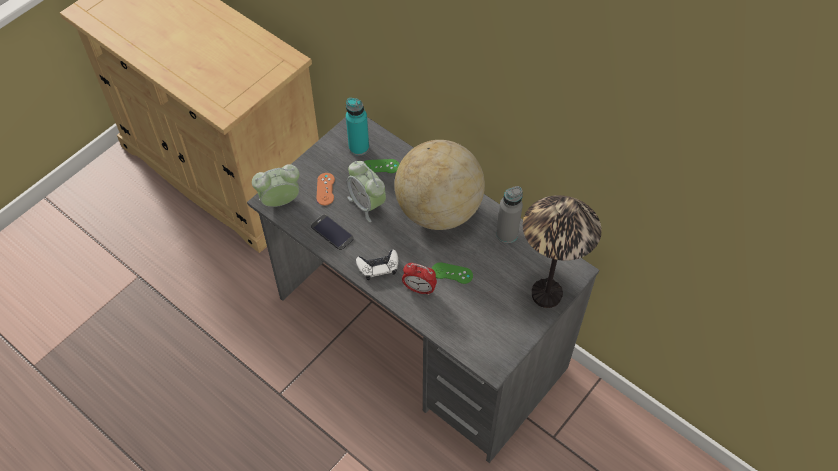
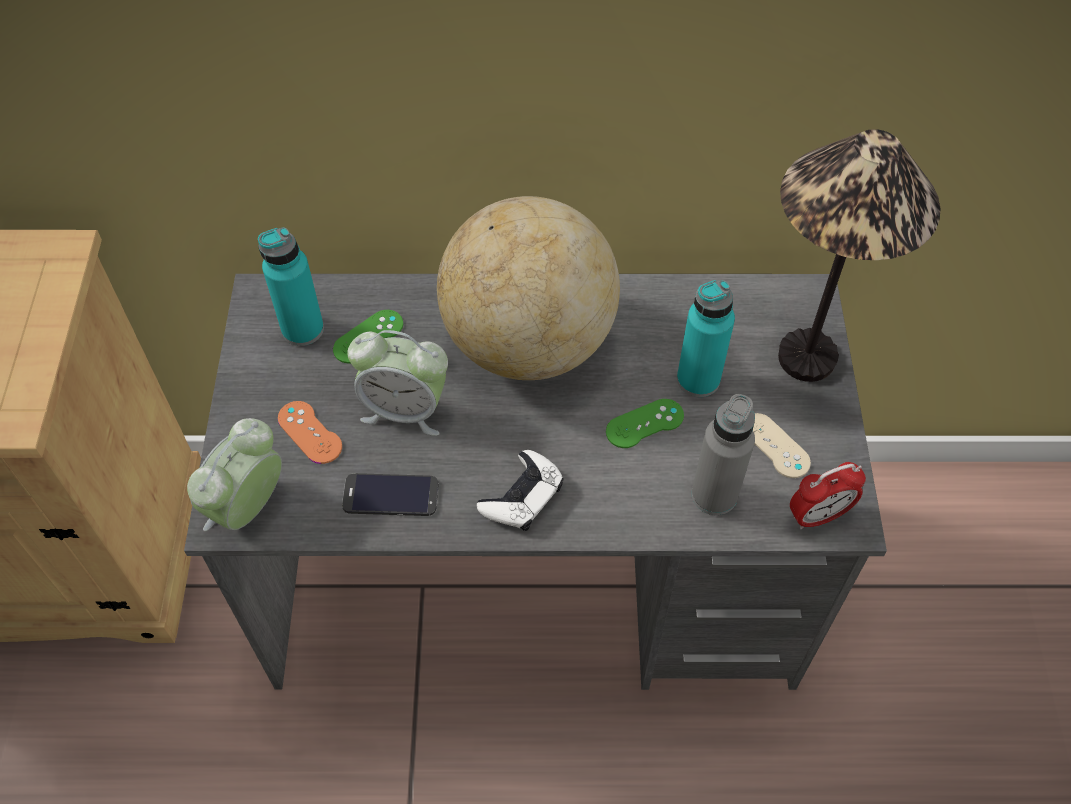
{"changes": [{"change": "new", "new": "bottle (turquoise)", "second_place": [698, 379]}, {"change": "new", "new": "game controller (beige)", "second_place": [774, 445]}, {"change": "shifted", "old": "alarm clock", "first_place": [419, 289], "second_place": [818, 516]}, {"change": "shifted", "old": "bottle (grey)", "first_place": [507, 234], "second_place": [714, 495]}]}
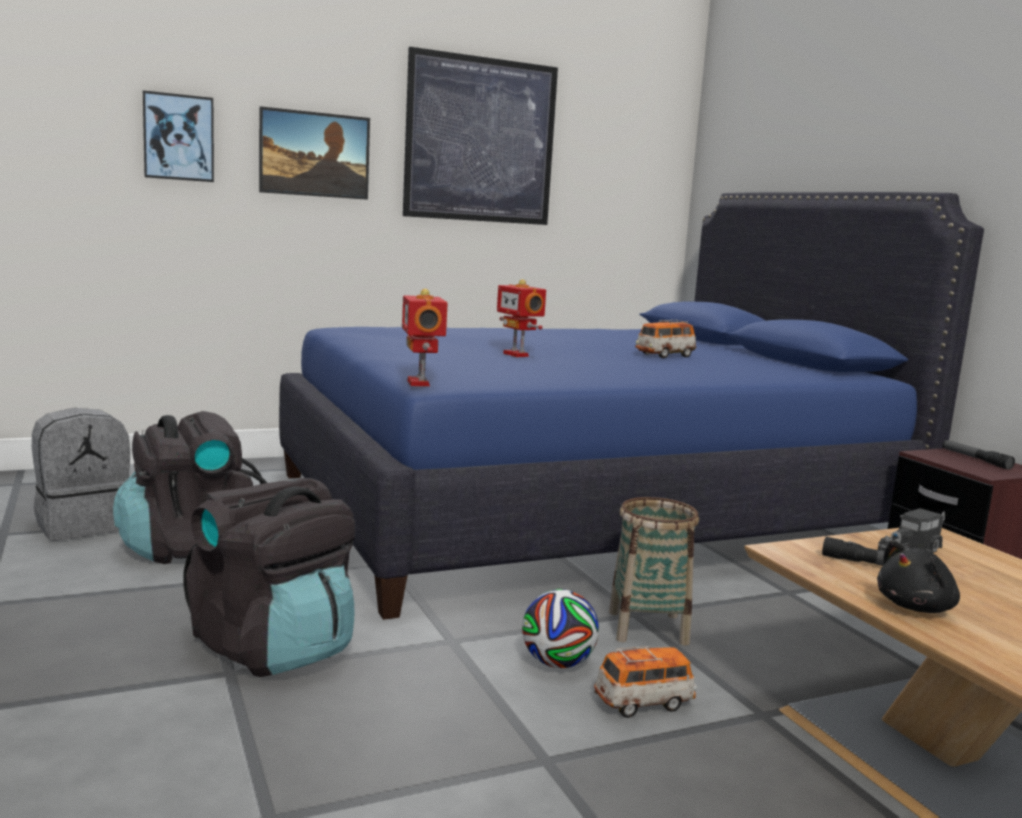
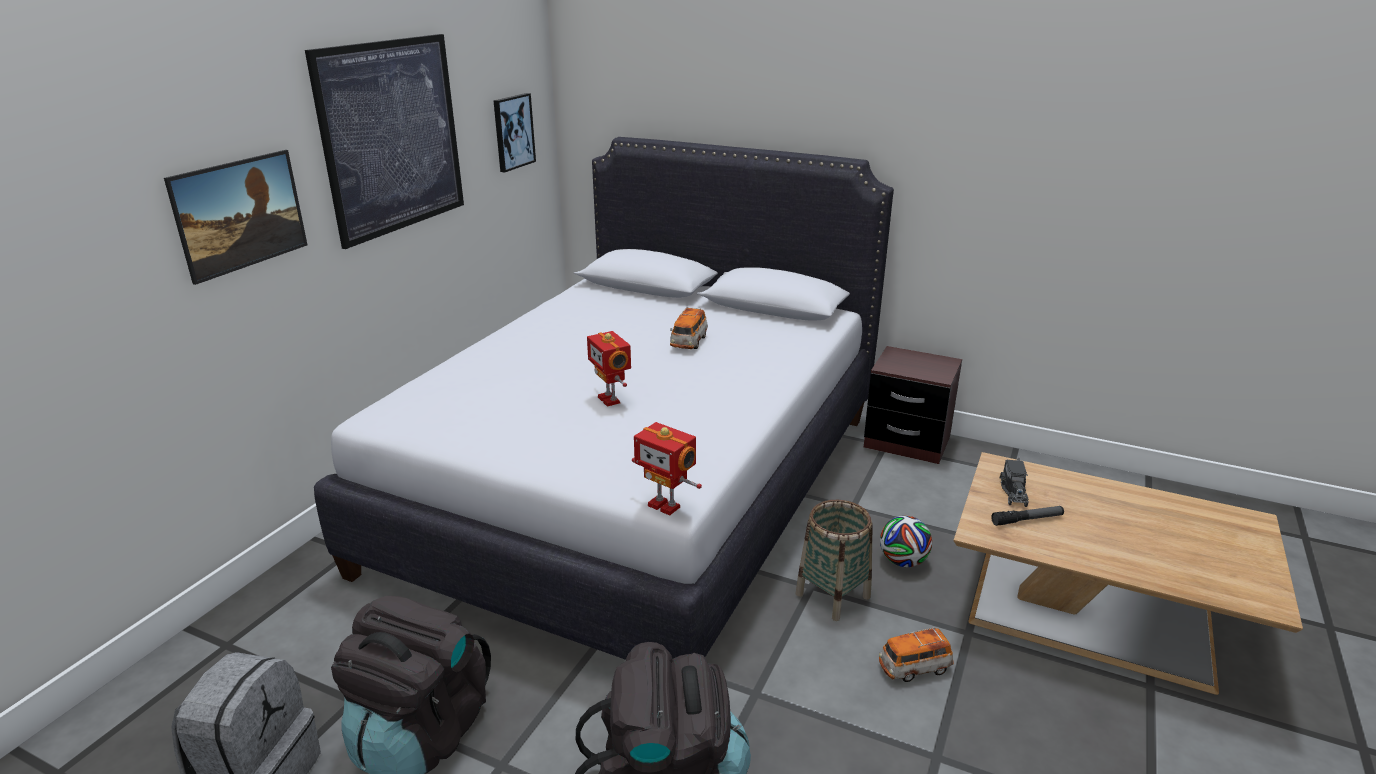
{"changes": [{"change": "gone", "old": "plush toy (black)", "first_place": [917, 607]}, {"change": "gone", "old": "flashlight", "first_place": [975, 459]}, {"change": "shifted", "old": "picture", "first_place": [178, 137], "second_place": [513, 132]}, {"change": "shifted", "old": "football", "first_place": [557, 663], "second_place": [903, 561]}, {"change": "repainted", "old": "bed (blue)", "new": "bed (white)", "first_place": [583, 510], "second_place": [638, 487]}, {"change": "rotated", "old": "toy robot", "first_place": [517, 355], "second_place": [610, 399], "degrees": 45}, {"change": "rotated", "old": "toy car", "first_place": [644, 703], "second_place": [914, 668], "degrees": -135}]}
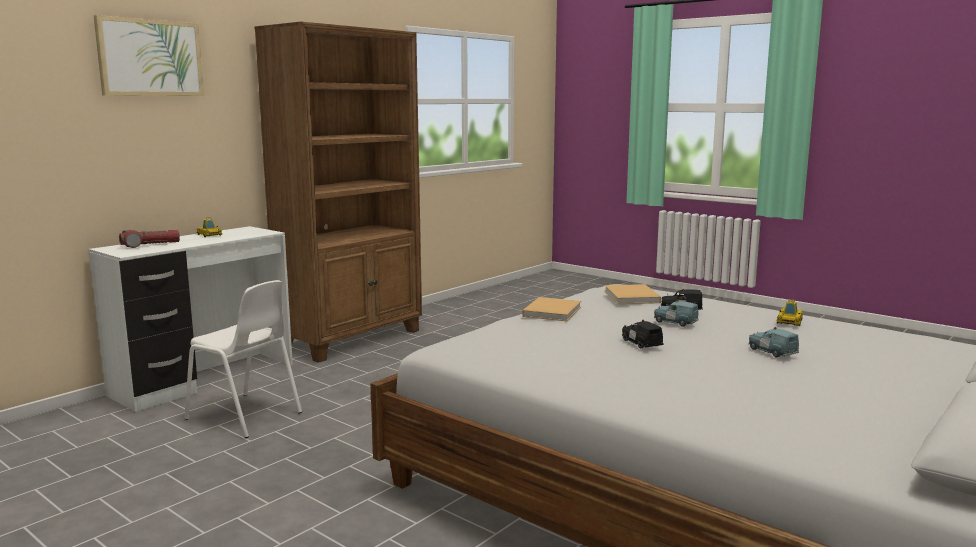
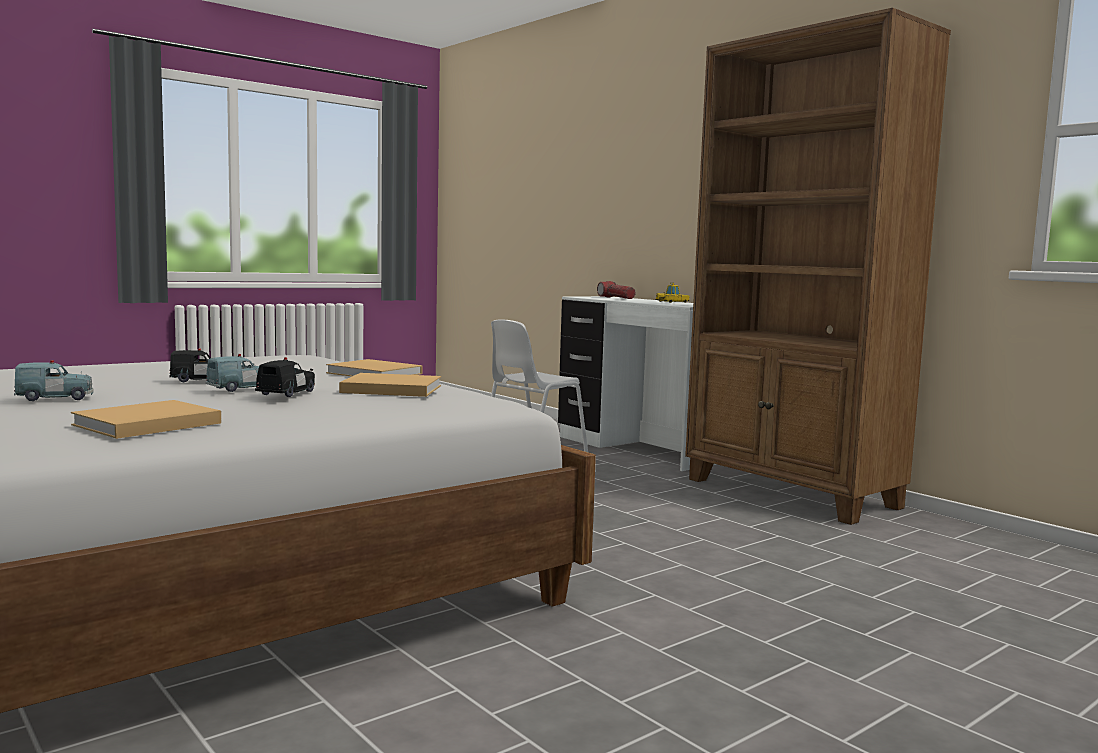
{"changes": [{"change": "gone", "old": "picture", "first_place": [150, 58]}, {"change": "swapped", "old": "toy car", "new": "book (beige)", "first_place": [789, 321], "second_place": [143, 424]}]}
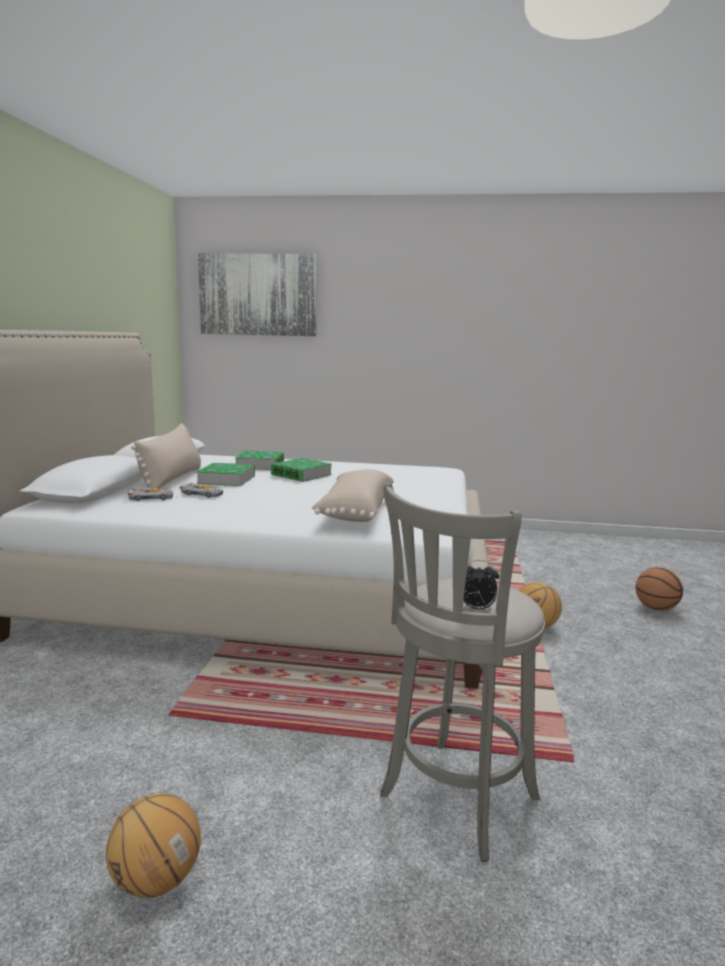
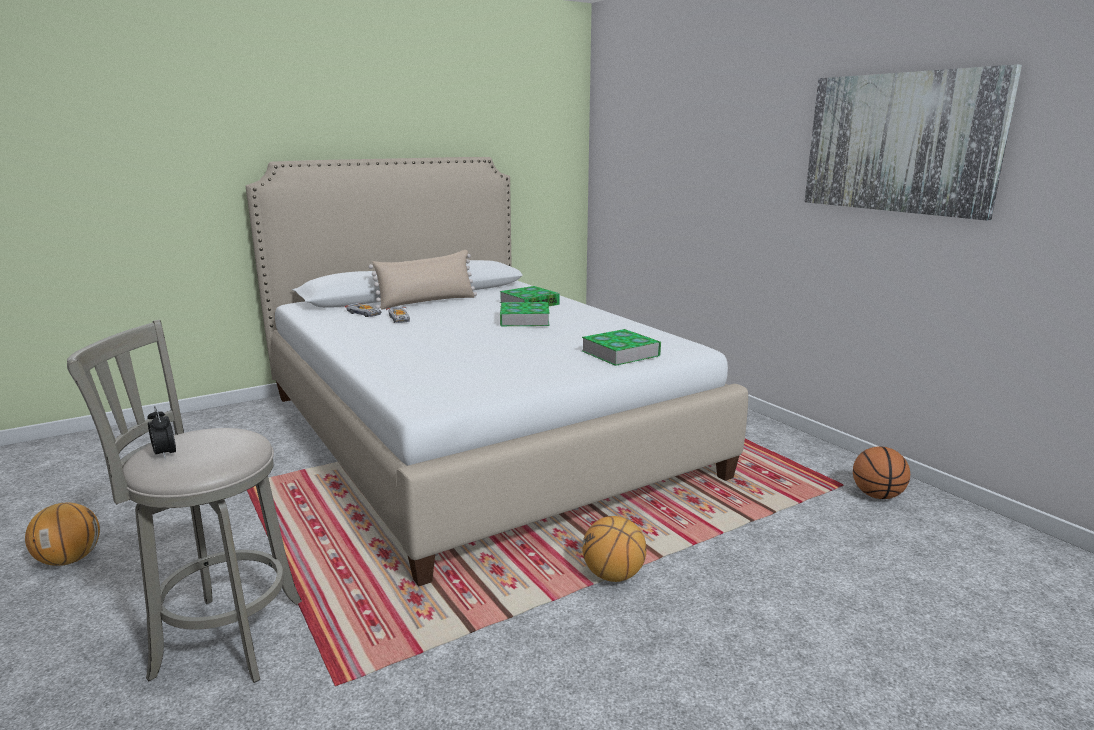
{"changes": [{"change": "gone", "old": "pillow (beige)", "first_place": [354, 511]}, {"change": "shifted", "old": "book", "first_place": [226, 479], "second_place": [620, 353]}, {"change": "shifted", "old": "picture", "first_place": [258, 295], "second_place": [900, 143]}, {"change": "shifted", "old": "basketball", "first_place": [656, 608], "second_place": [877, 496]}]}
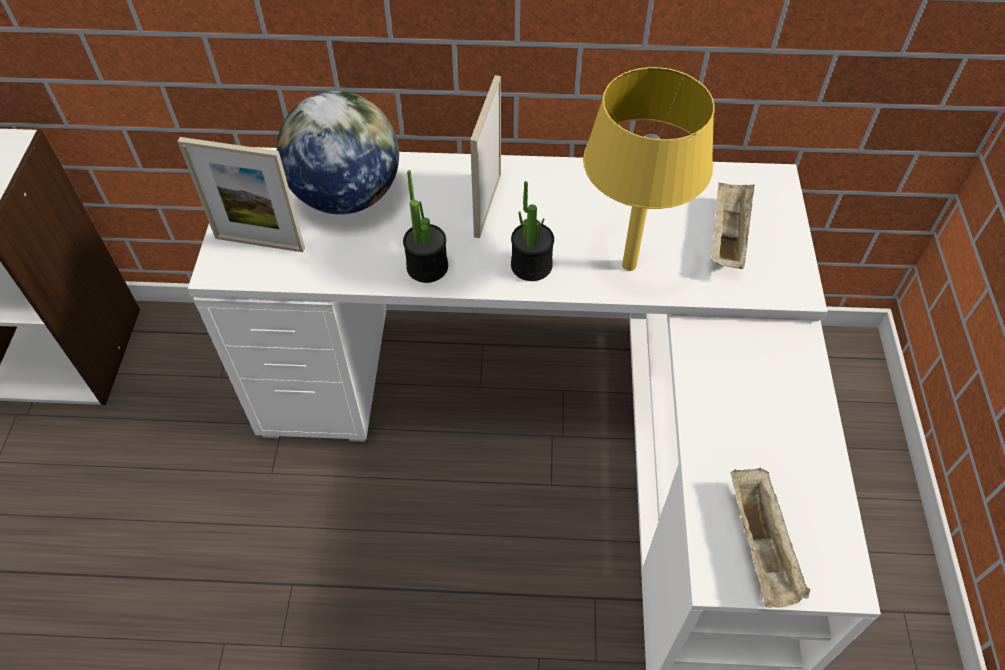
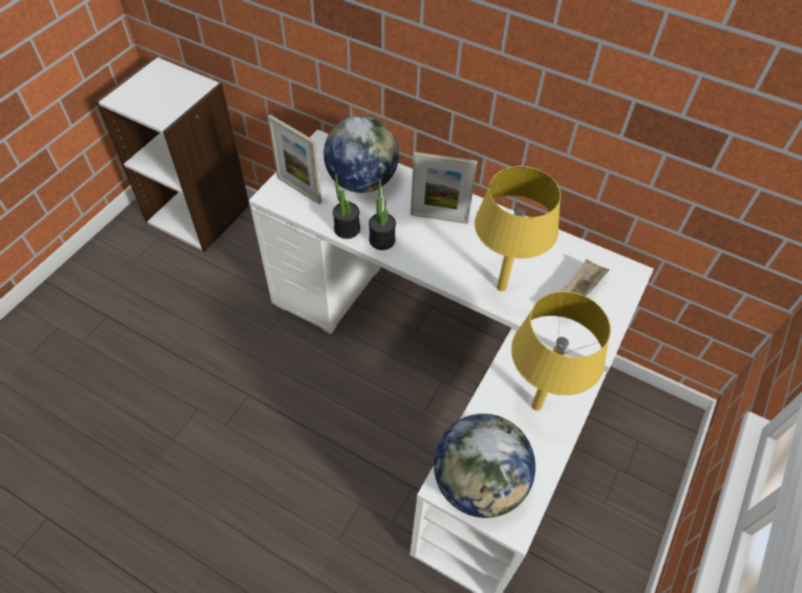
{"changes": [{"change": "new", "new": "table lamp (yellow)", "second_place": [536, 406]}, {"change": "shifted", "old": "potted plant", "first_place": [531, 265], "second_place": [347, 229]}, {"change": "swapped", "old": "tray (beige)", "new": "globe", "first_place": [762, 547], "second_place": [478, 483]}, {"change": "rotated", "old": "picture frame", "first_place": [487, 205], "second_place": [439, 218], "degrees": -120}]}
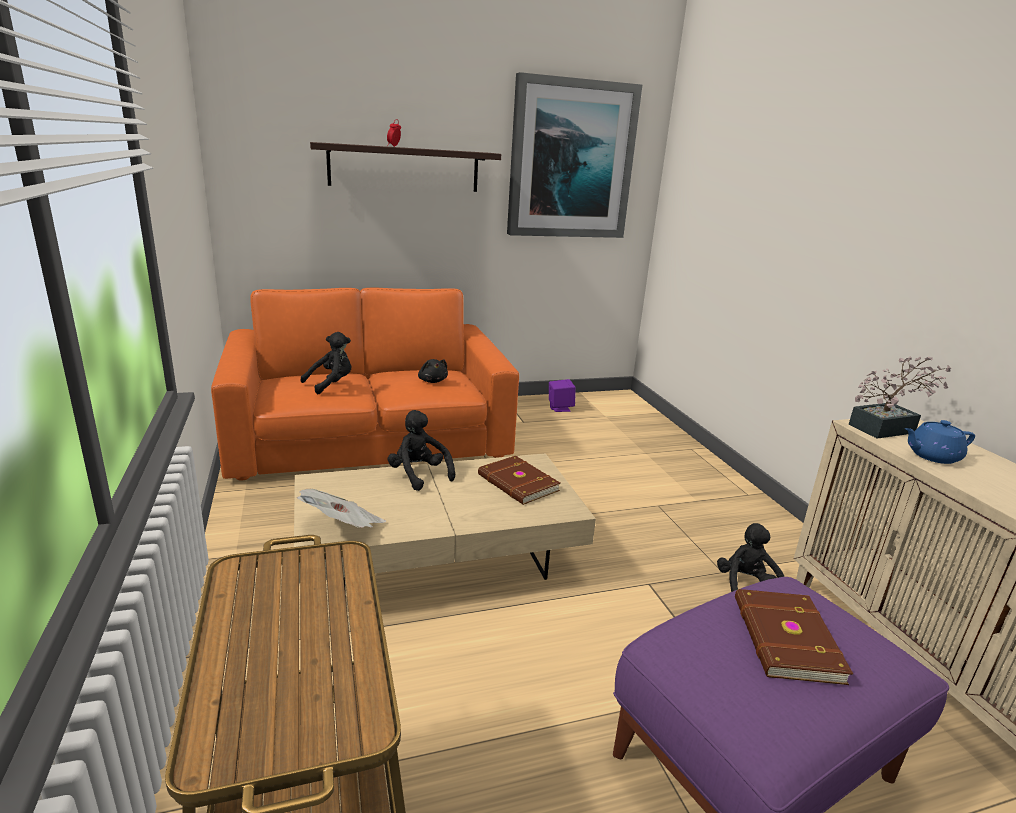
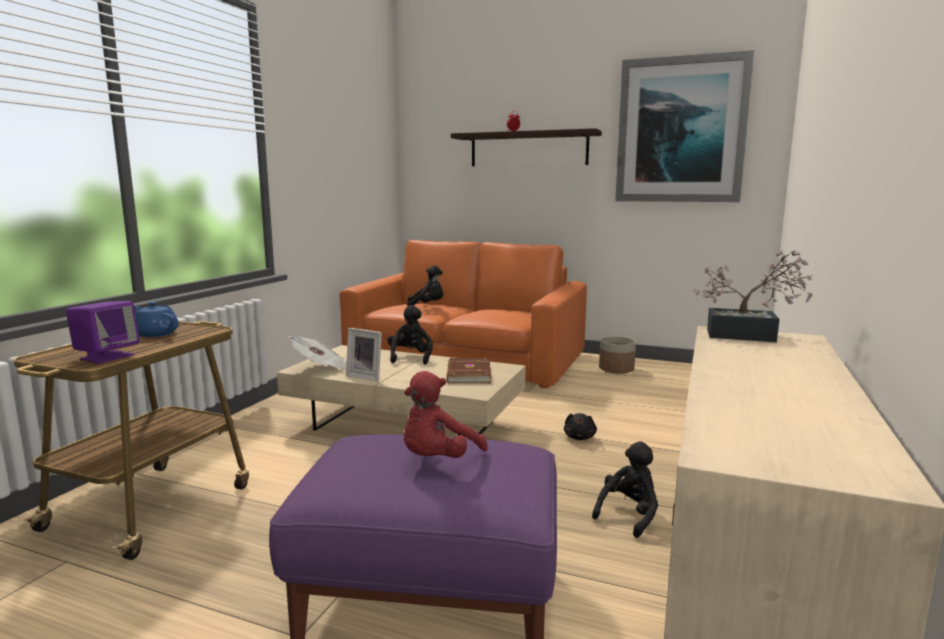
{"changes": [{"change": "new", "new": "picture frame", "second_place": [366, 376]}, {"change": "new", "new": "planter", "second_place": [616, 369]}, {"change": "shifted", "old": "plush toy (black)", "first_place": [432, 381], "second_place": [580, 437]}, {"change": "shifted", "old": "speaker (purple)", "first_place": [560, 408], "second_place": [107, 357]}, {"change": "shifted", "old": "teapot (blue)", "first_place": [932, 456], "second_place": [155, 334]}, {"change": "swapped", "old": "book (brown)", "new": "plush toy (red)", "first_place": [784, 639], "second_place": [438, 460]}]}
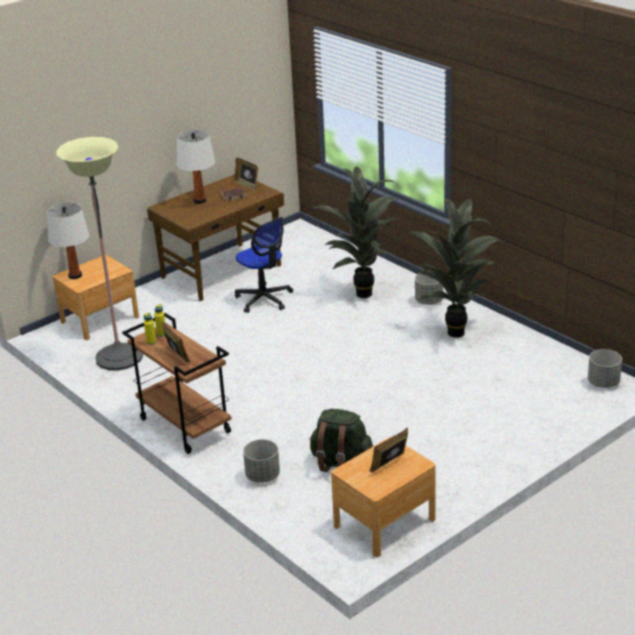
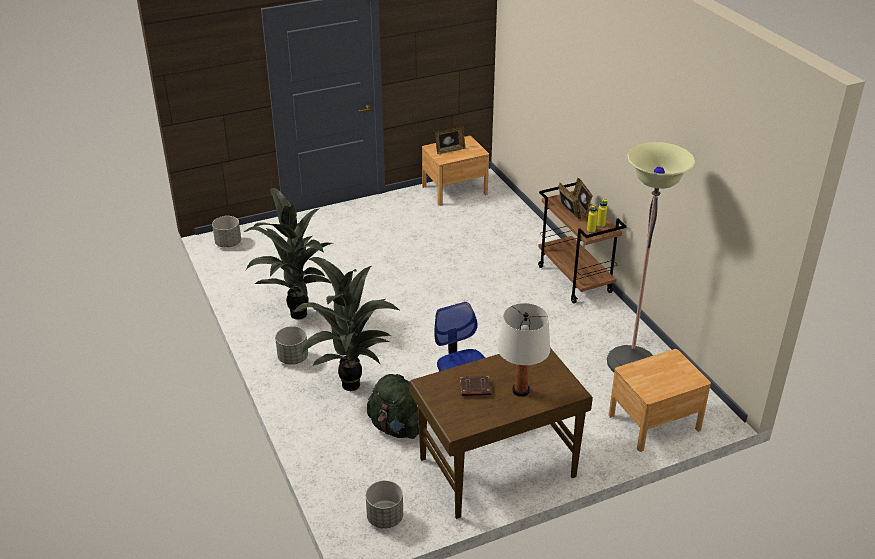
{"changes": [{"change": "gone", "old": "table lamp (white)", "first_place": [75, 276]}, {"change": "shifted", "old": "picture frame", "first_place": [247, 185], "second_place": [568, 213]}, {"change": "shifted", "old": "planter (grey)", "first_place": [263, 475], "second_place": [385, 518]}, {"change": "shifted", "old": "backpack (green)", "first_place": [341, 462], "second_place": [396, 427]}]}
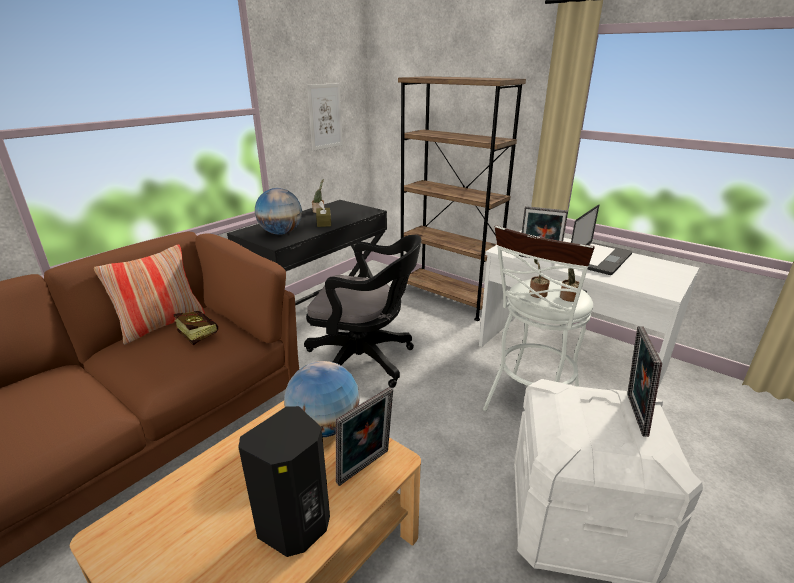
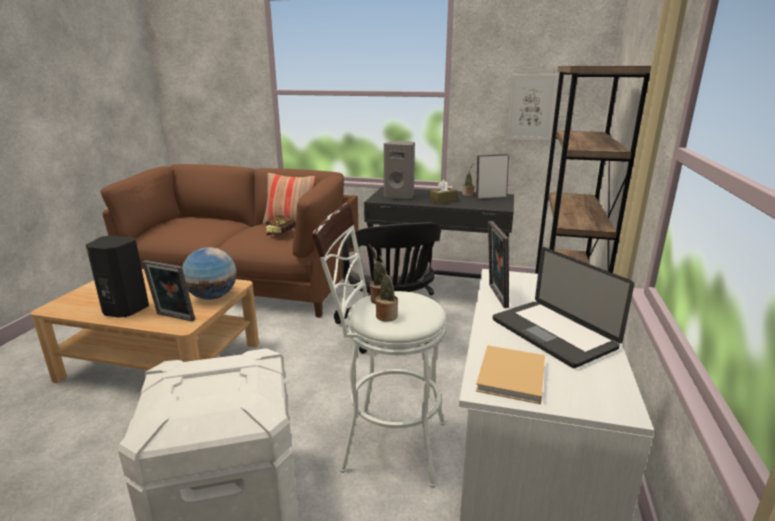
{"changes": [{"change": "new", "new": "book (beige)", "second_place": [511, 377]}, {"change": "shifted", "old": "picture frame", "first_place": [632, 414], "second_place": [490, 198]}, {"change": "swapped", "old": "globe", "new": "speaker (grey)", "first_place": [281, 233], "second_place": [400, 196]}, {"change": "rotated", "old": "laptop", "first_place": [599, 259], "second_place": [552, 334], "degrees": 45}]}
